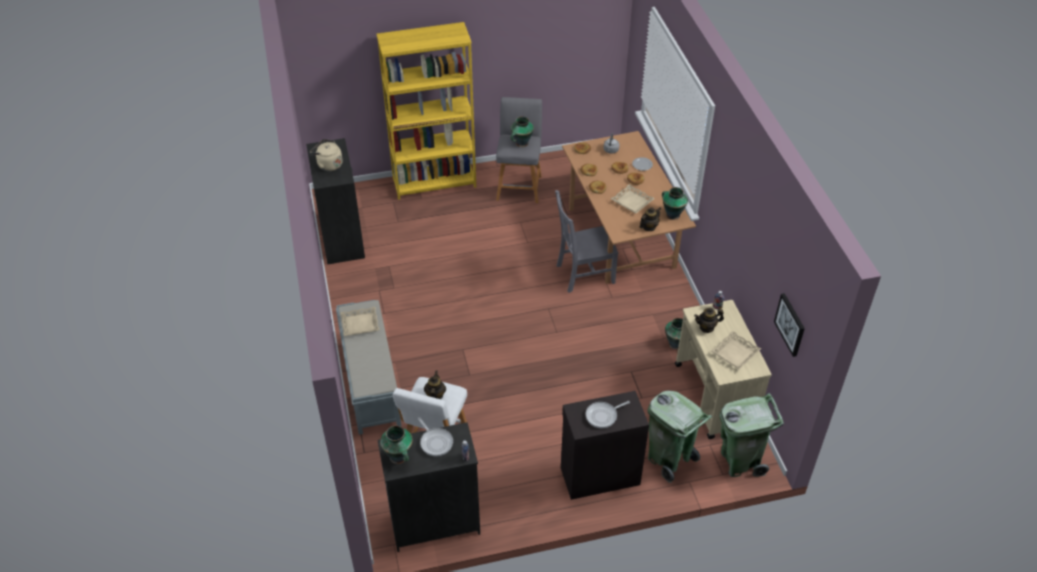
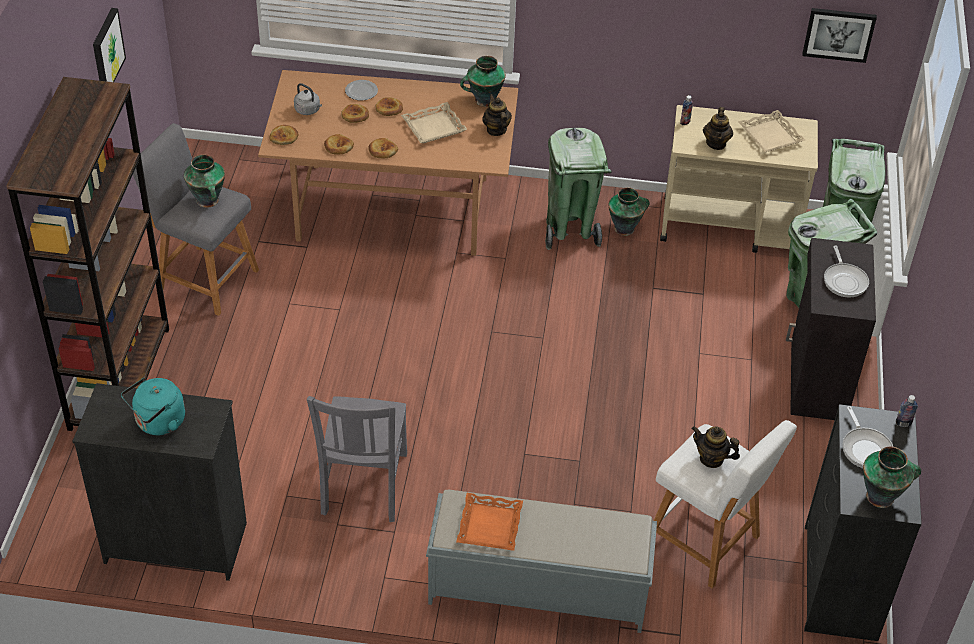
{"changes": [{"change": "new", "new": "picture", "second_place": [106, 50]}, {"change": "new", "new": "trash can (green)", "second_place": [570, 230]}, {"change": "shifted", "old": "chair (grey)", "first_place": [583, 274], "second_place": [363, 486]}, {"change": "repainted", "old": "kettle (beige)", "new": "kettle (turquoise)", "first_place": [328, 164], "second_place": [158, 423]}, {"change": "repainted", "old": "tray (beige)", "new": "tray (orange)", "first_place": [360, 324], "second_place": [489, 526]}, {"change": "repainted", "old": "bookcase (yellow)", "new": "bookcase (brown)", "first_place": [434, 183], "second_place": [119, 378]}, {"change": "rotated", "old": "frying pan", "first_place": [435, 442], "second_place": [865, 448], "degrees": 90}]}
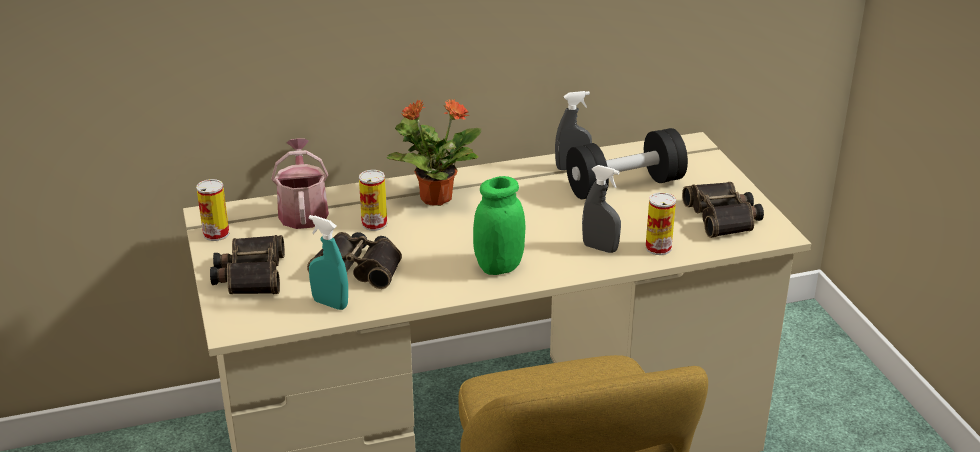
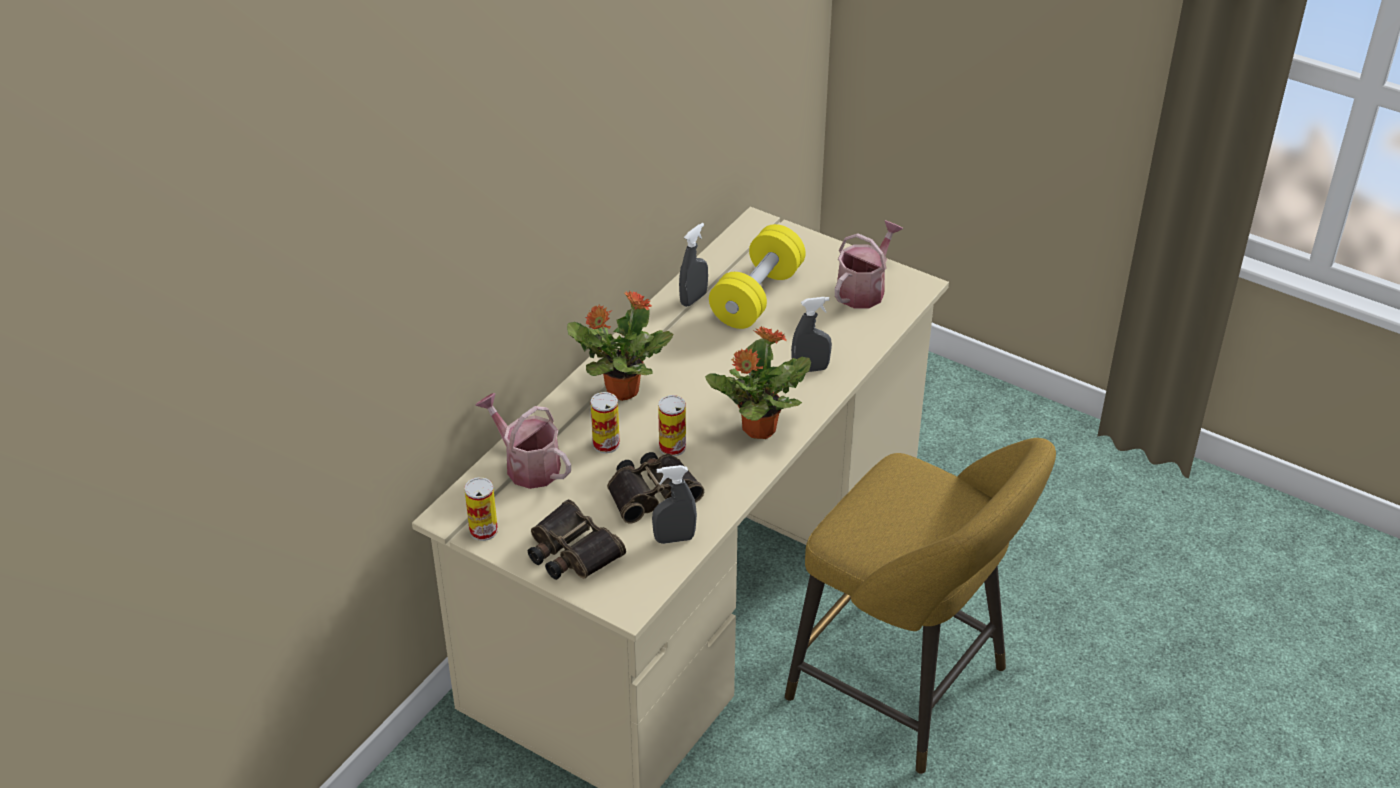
{"changes": [{"change": "shifted", "old": "can", "first_place": [658, 248], "second_place": [672, 447]}, {"change": "swapped", "old": "jar (green)", "new": "potted plant", "first_place": [499, 266], "second_place": [758, 429]}, {"change": "swapped", "old": "binoculars", "new": "watering can", "first_place": [723, 217], "second_place": [864, 289]}, {"change": "repainted", "old": "spray bottle (turquoise)", "new": "spray bottle (grey)", "first_place": [330, 304], "second_place": [674, 539]}, {"change": "repainted", "old": "dumbbell (black)", "new": "dumbbell (yellow)", "first_place": [625, 186], "second_place": [757, 296]}]}
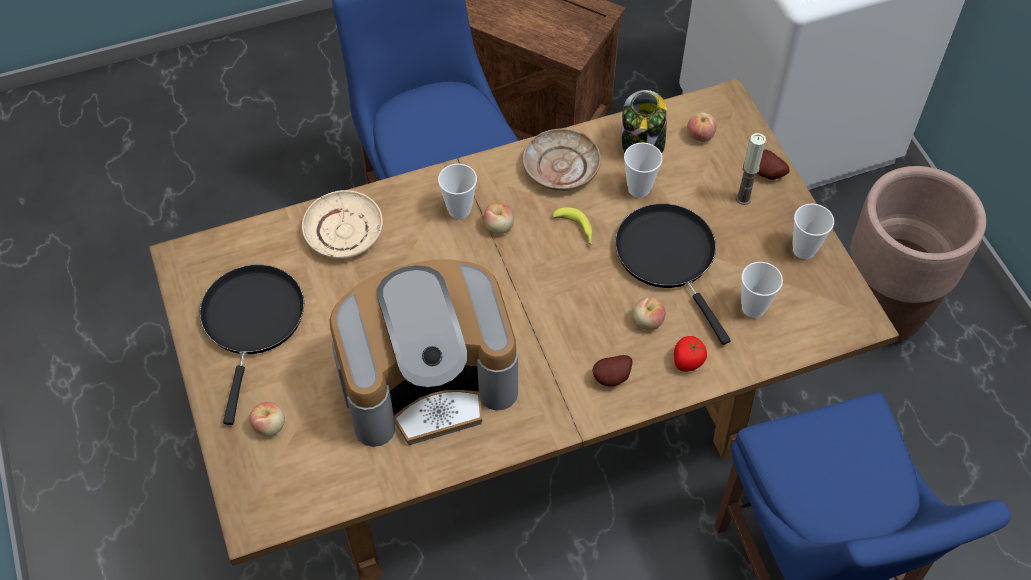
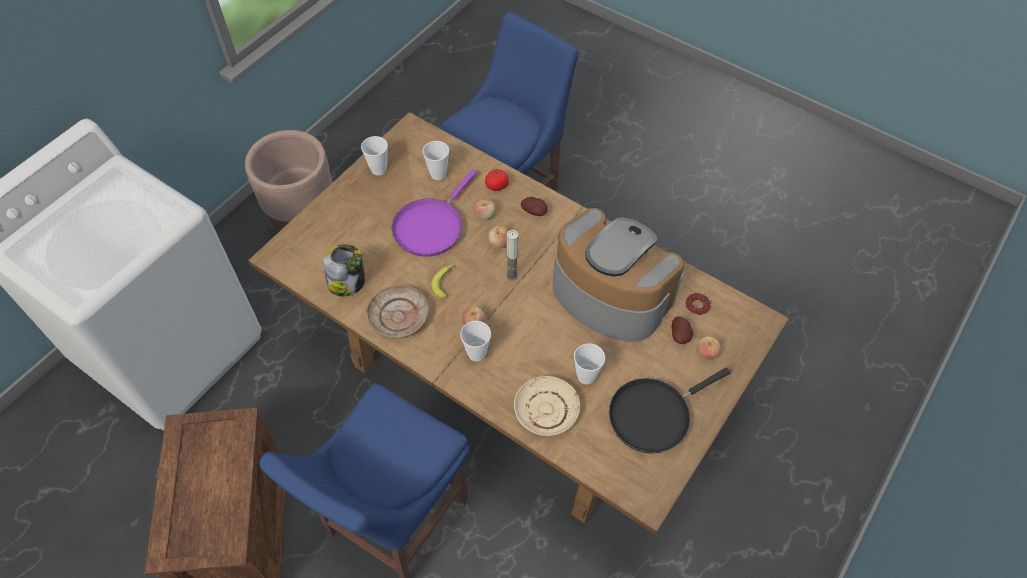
{"changes": [{"change": "new", "new": "donut", "second_place": [697, 306]}, {"change": "shifted", "old": "cup", "first_place": [639, 189], "second_place": [586, 376]}, {"change": "shifted", "old": "apple", "first_place": [700, 136], "second_place": [499, 243]}, {"change": "shifted", "old": "candle", "first_place": [743, 198], "second_place": [512, 275]}, {"change": "shifted", "old": "potato", "first_place": [766, 174], "second_place": [680, 336]}, {"change": "repainted", "old": "frying pan (black)", "new": "frying pan (purple)", "first_place": [668, 257], "second_place": [431, 226]}]}
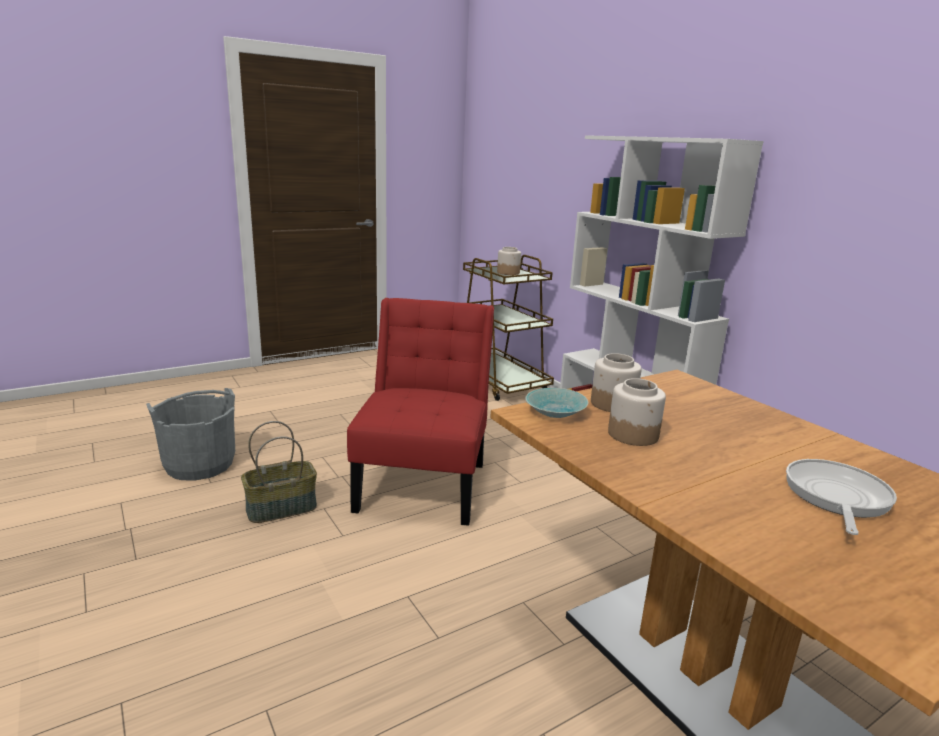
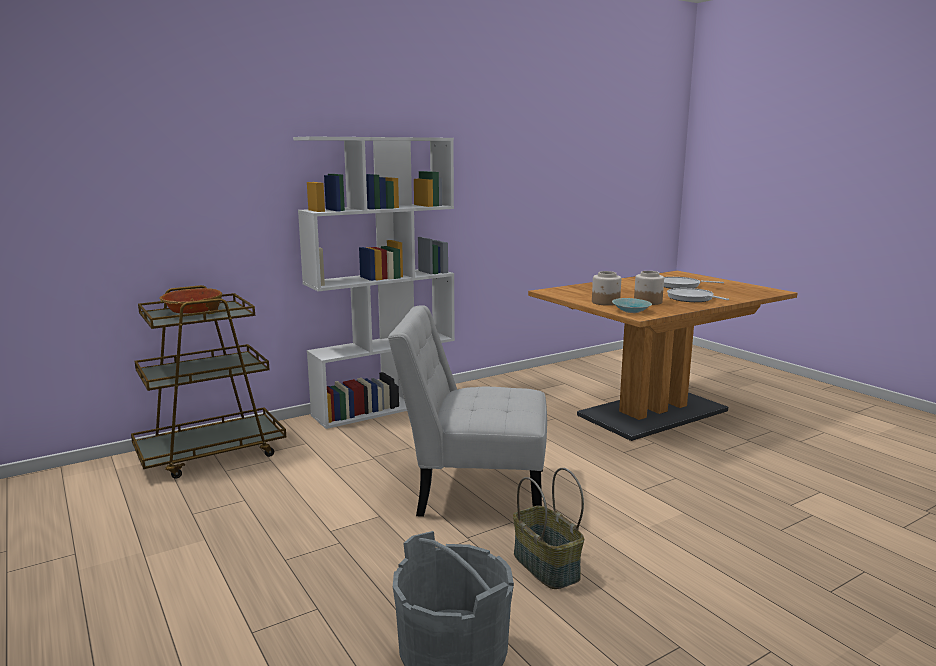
{"changes": [{"change": "new", "new": "frying pan", "second_place": [692, 299]}, {"change": "swapped", "old": "jar", "new": "bowl", "first_place": [508, 272], "second_place": [193, 312]}, {"change": "repainted", "old": "chair (red)", "new": "chair (white)", "first_place": [424, 482], "second_place": [473, 490]}]}
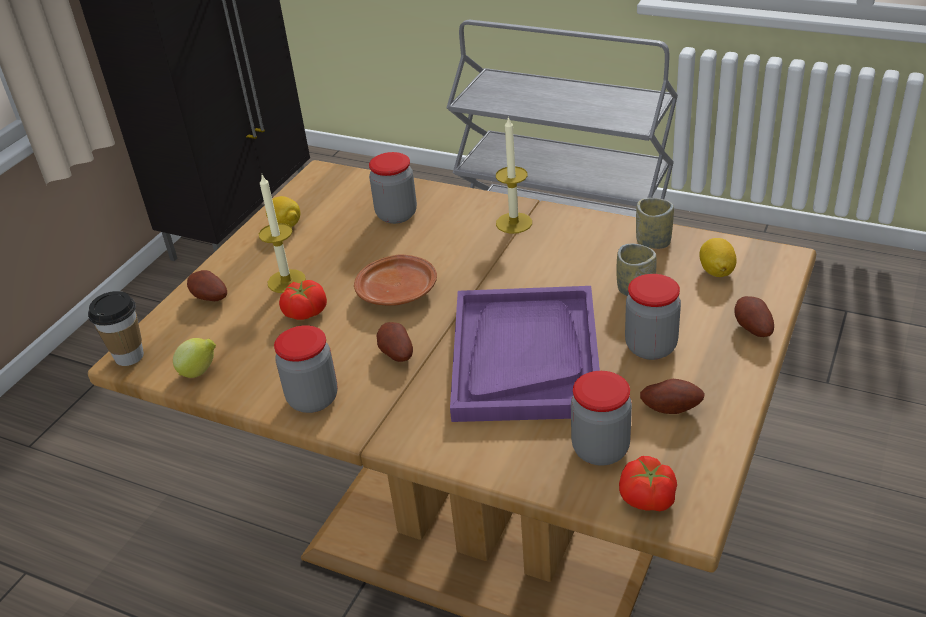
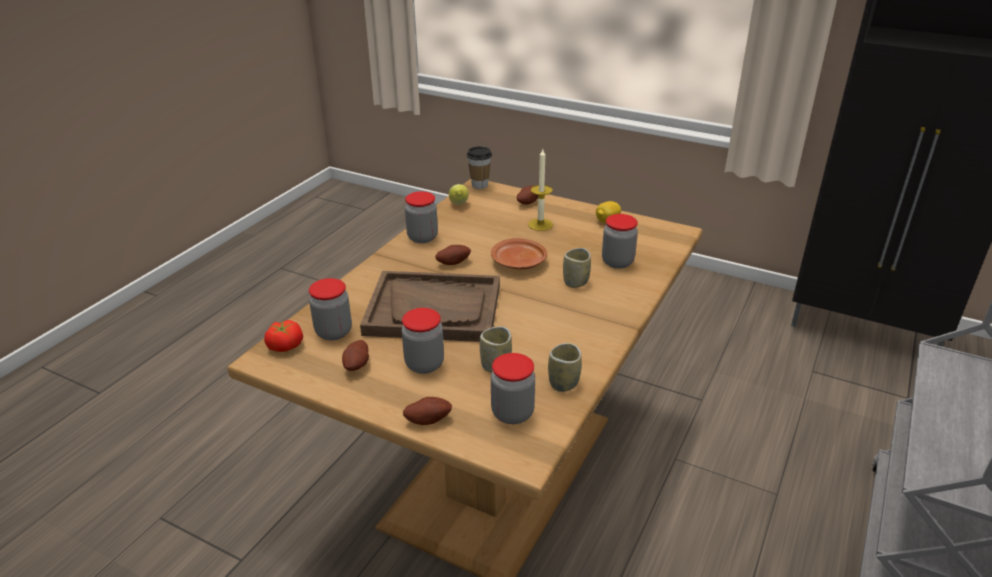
{"changes": [{"change": "gone", "old": "tomato", "first_place": [305, 311]}, {"change": "gone", "old": "candle", "first_place": [514, 223]}, {"change": "new", "new": "cup", "second_place": [575, 282]}, {"change": "swapped", "old": "lemon", "new": "jar", "first_place": [716, 271], "second_place": [512, 413]}, {"change": "repainted", "old": "tray (purple)", "new": "tray (brown)", "first_place": [525, 356], "second_place": [434, 309]}]}
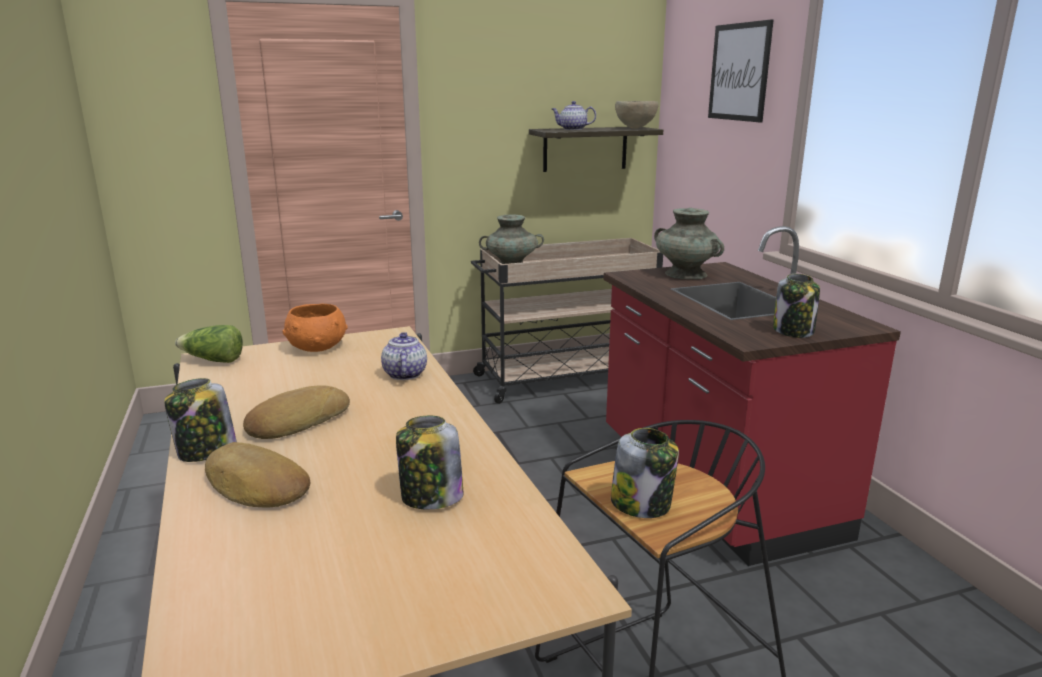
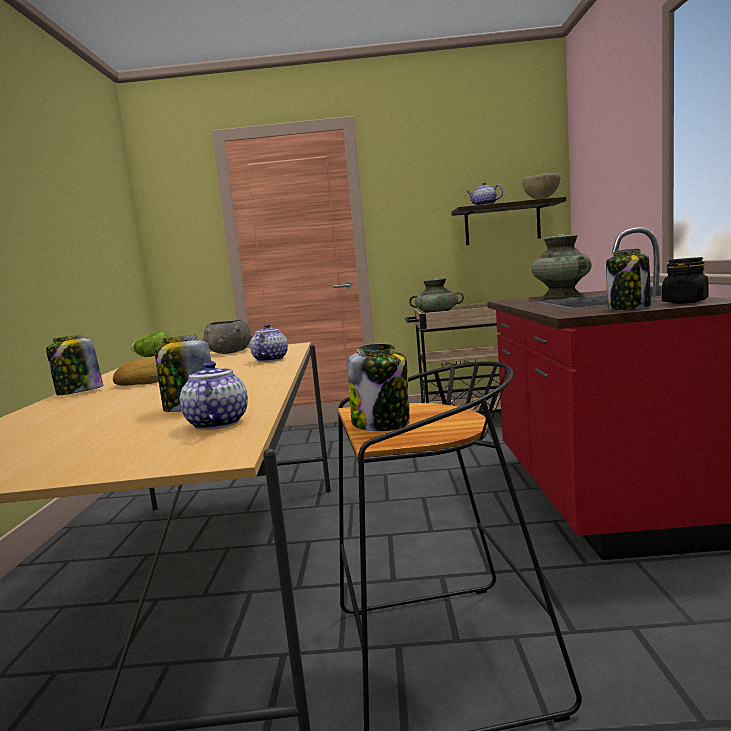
{"changes": [{"change": "gone", "old": "bread", "first_place": [255, 486]}, {"change": "gone", "old": "picture", "first_place": [739, 72]}, {"change": "new", "new": "teapot", "second_place": [217, 423]}, {"change": "new", "new": "jar (black)", "second_place": [684, 302]}, {"change": "repainted", "old": "bowl (orange)", "new": "bowl (grey)", "first_place": [316, 347], "second_place": [229, 352]}]}
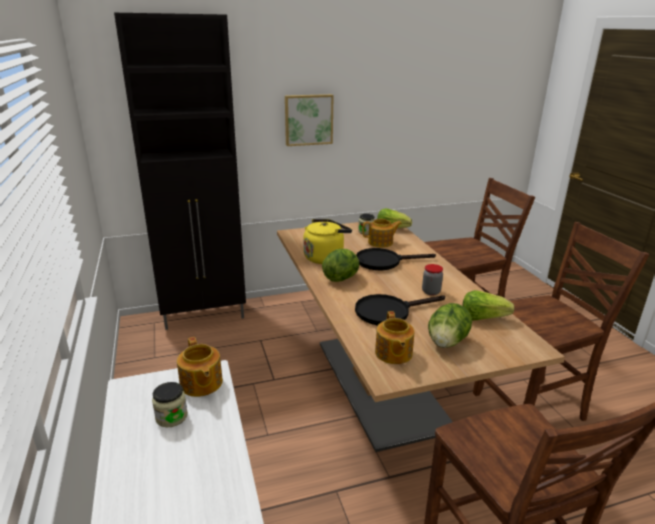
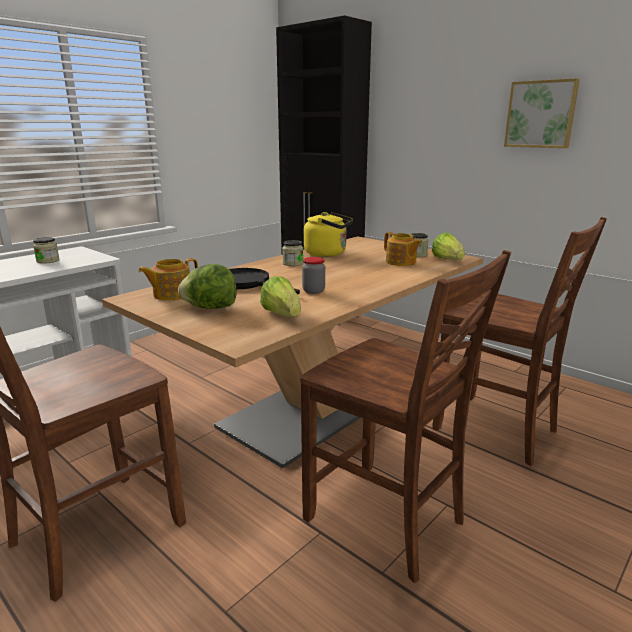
{"changes": [{"change": "gone", "old": "teapot", "first_place": [201, 384]}, {"change": "gone", "old": "frying pan (black)", "first_place": [384, 261]}, {"change": "shifted", "old": "picture", "first_place": [308, 119], "second_place": [541, 114]}, {"change": "swapped", "old": "lettuce", "new": "jar", "first_place": [341, 278], "second_place": [293, 263]}]}
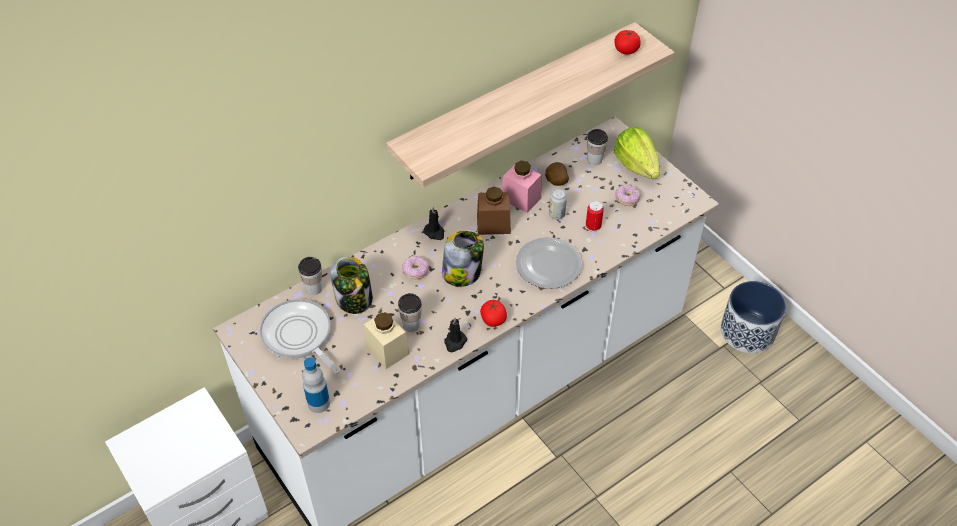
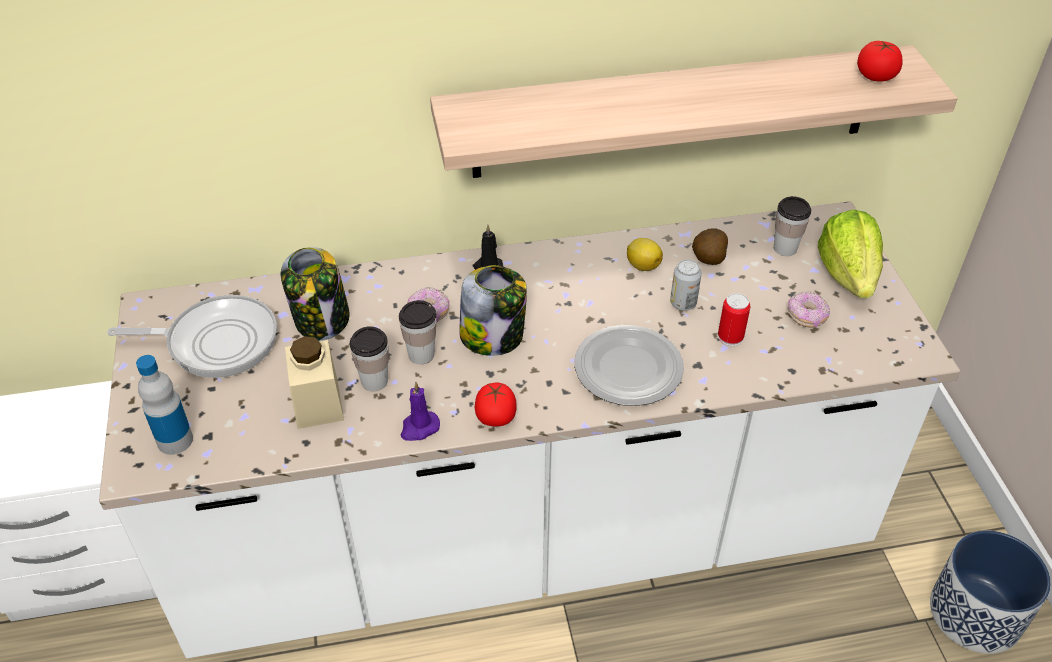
{"changes": [{"change": "gone", "old": "jar (brown)", "first_place": [493, 224]}, {"change": "shifted", "old": "cup", "first_place": [314, 288], "second_place": [421, 355]}, {"change": "swapped", "old": "jar (pink)", "new": "lemon", "first_place": [521, 198], "second_place": [642, 265]}, {"change": "repainted", "old": "candle (black)", "new": "candle (purple)", "first_place": [455, 342], "second_place": [419, 428]}, {"change": "rotated", "old": "frying pan", "first_place": [299, 336], "second_place": [216, 342], "degrees": 105}]}
